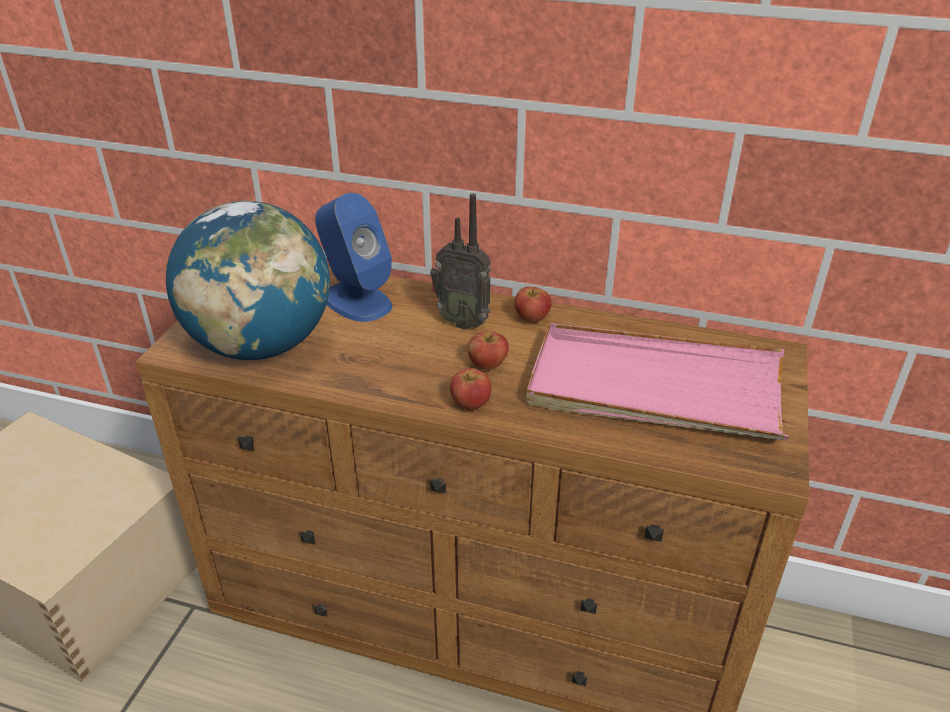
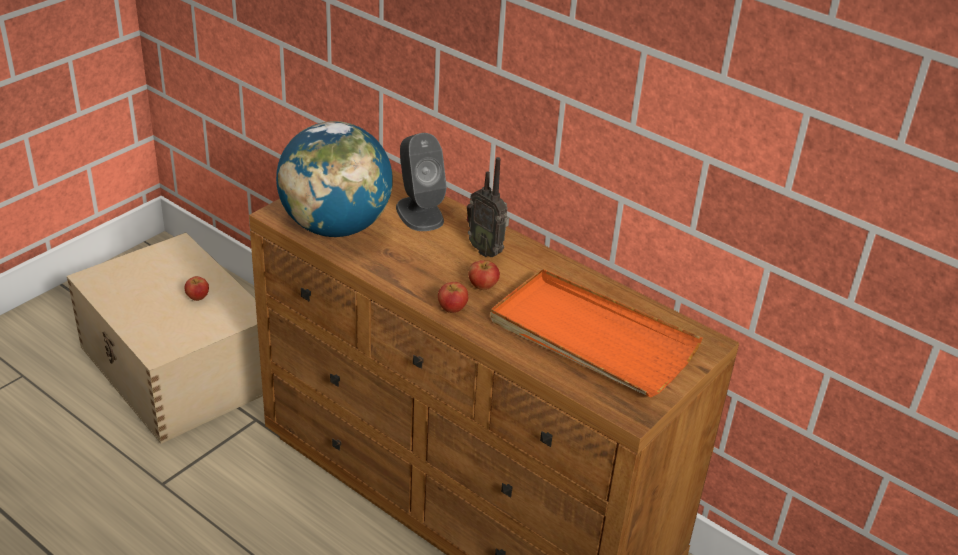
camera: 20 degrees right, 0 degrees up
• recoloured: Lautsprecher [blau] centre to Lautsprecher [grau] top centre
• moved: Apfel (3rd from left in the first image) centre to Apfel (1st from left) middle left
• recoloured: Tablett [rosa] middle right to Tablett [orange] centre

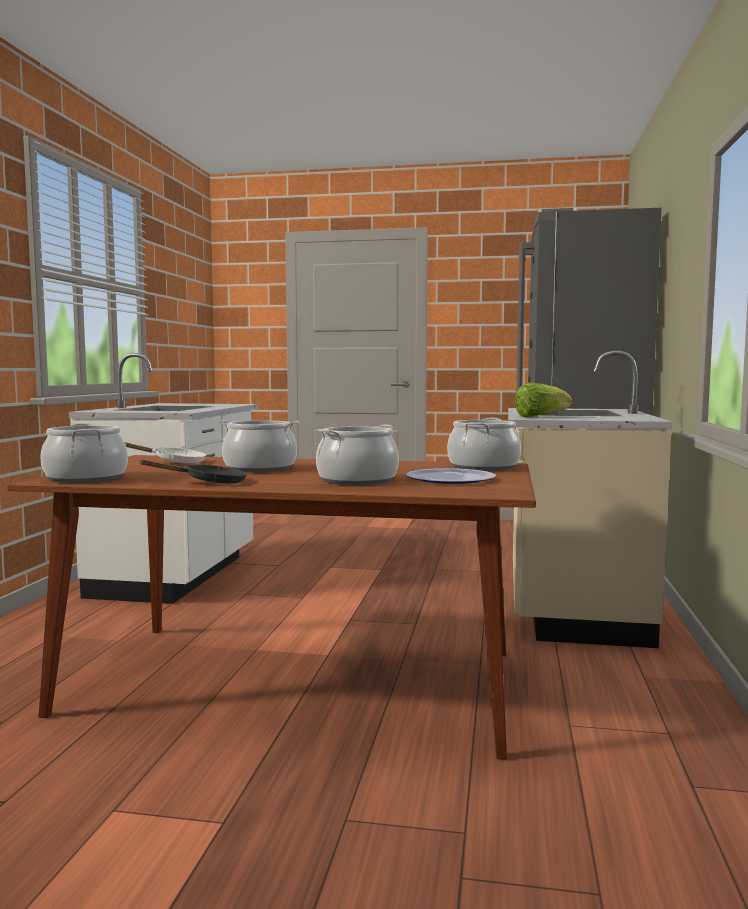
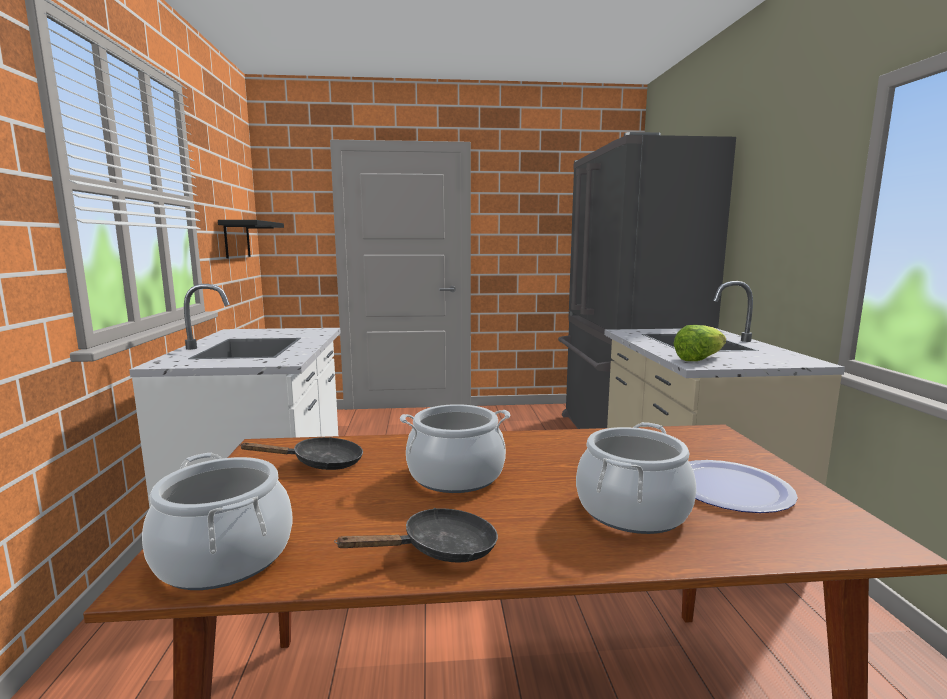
camera: 15 degrees left, 5 degrees up
• removed: Kochtopf (4th from left) centre
• recoloured: Pfanne [weiß] middle left to Pfanne [schwarz] (1st from left) middle left
• added: Wandregal [schwarz] middle left

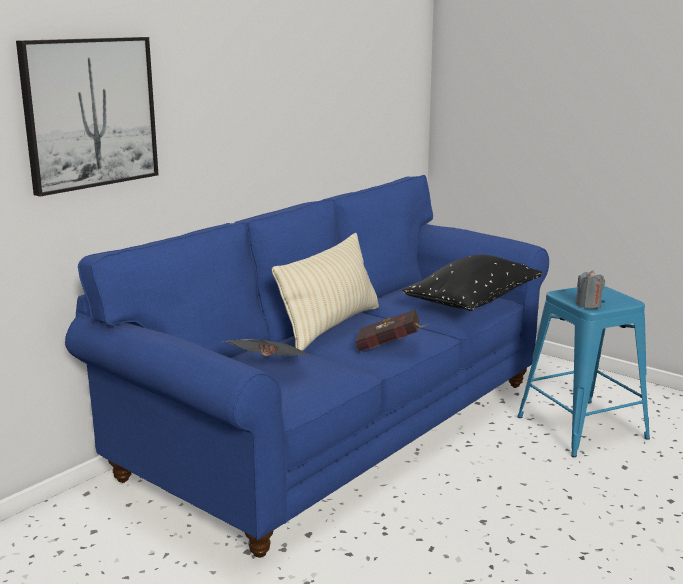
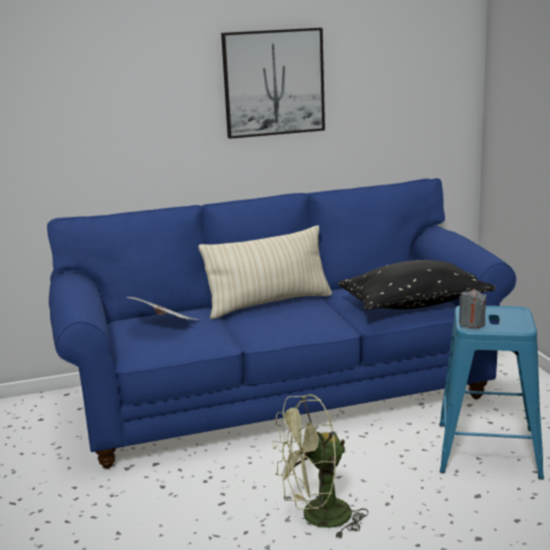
camera: 35 degrees right, 0 degrees up
• moved: Bild top left to top centre
• removed: Buch [rot] centre
• added: Ventilator [grün] bottom centre

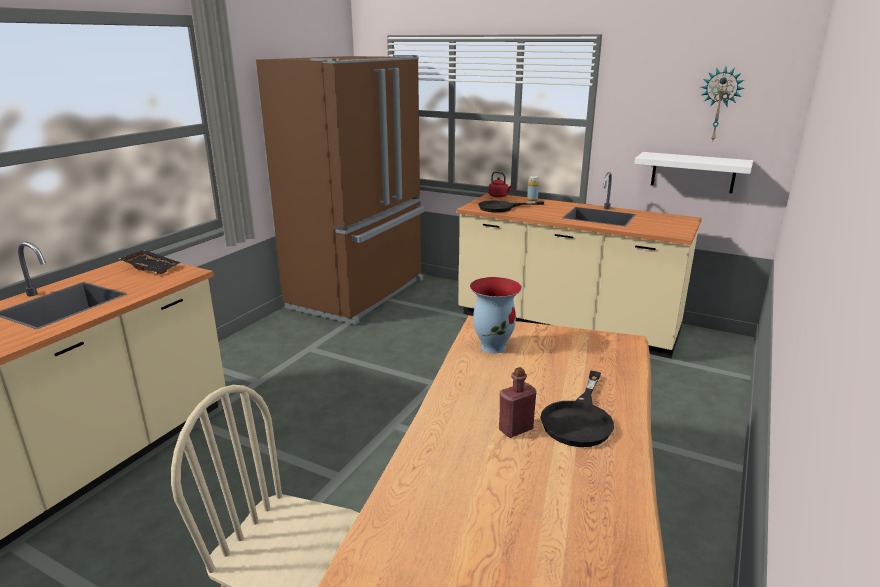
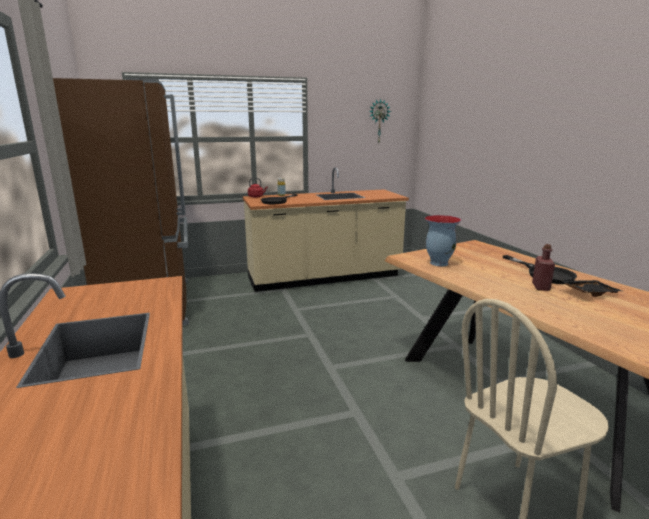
camera: 45 degrees left, 5 degrees down
• removed: Wandregal [weiß] top right
• moved: Tablett [schwarz] middle left to middle right

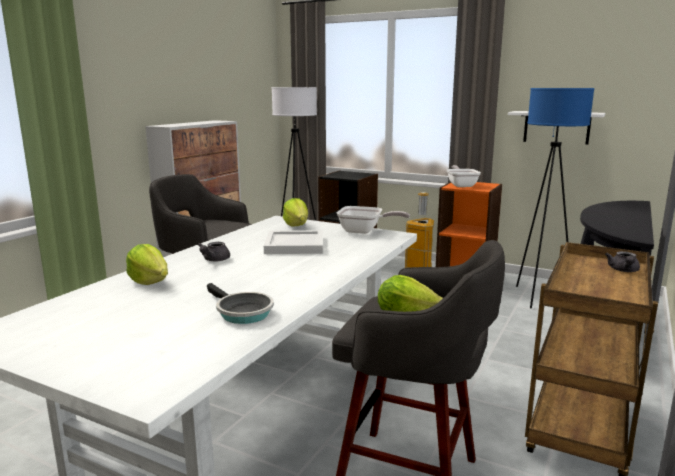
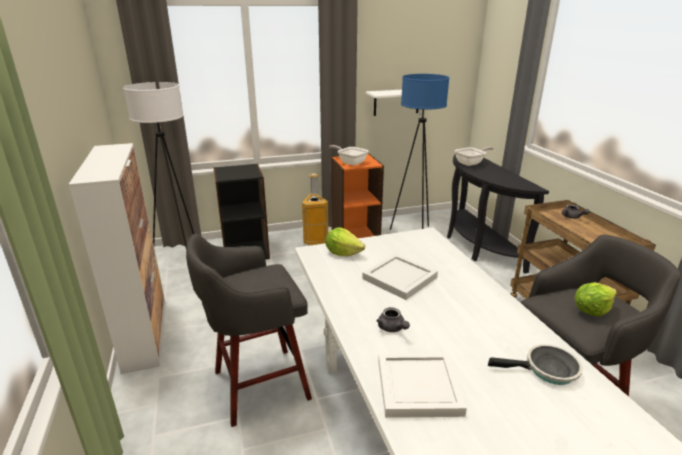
camera: 45 degrees left, 10 degrees up
• moved: Pfanne (2nd from left) centre to middle right
• replaced: Salatkopf (1st from left) middle left to Tablett [weiß] (2nd from left) bottom centre

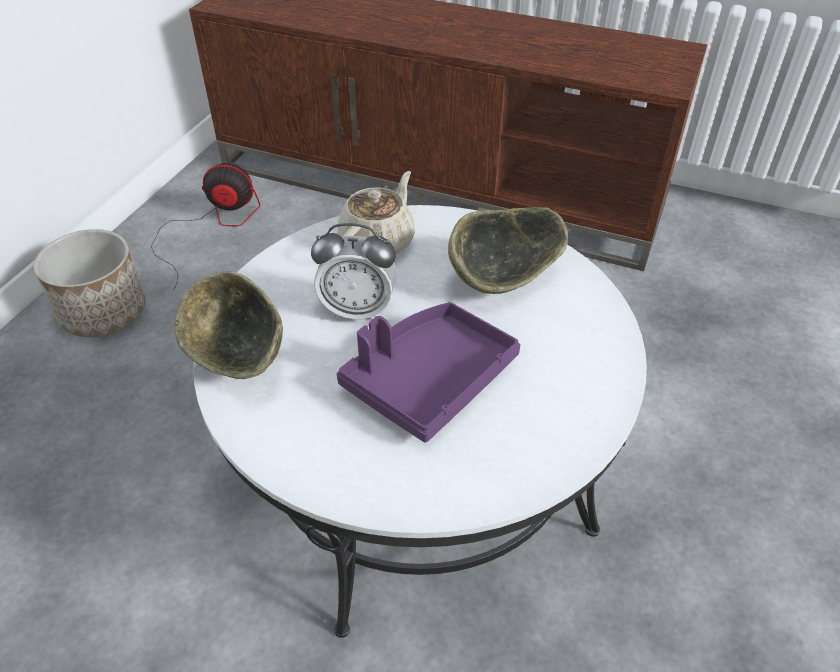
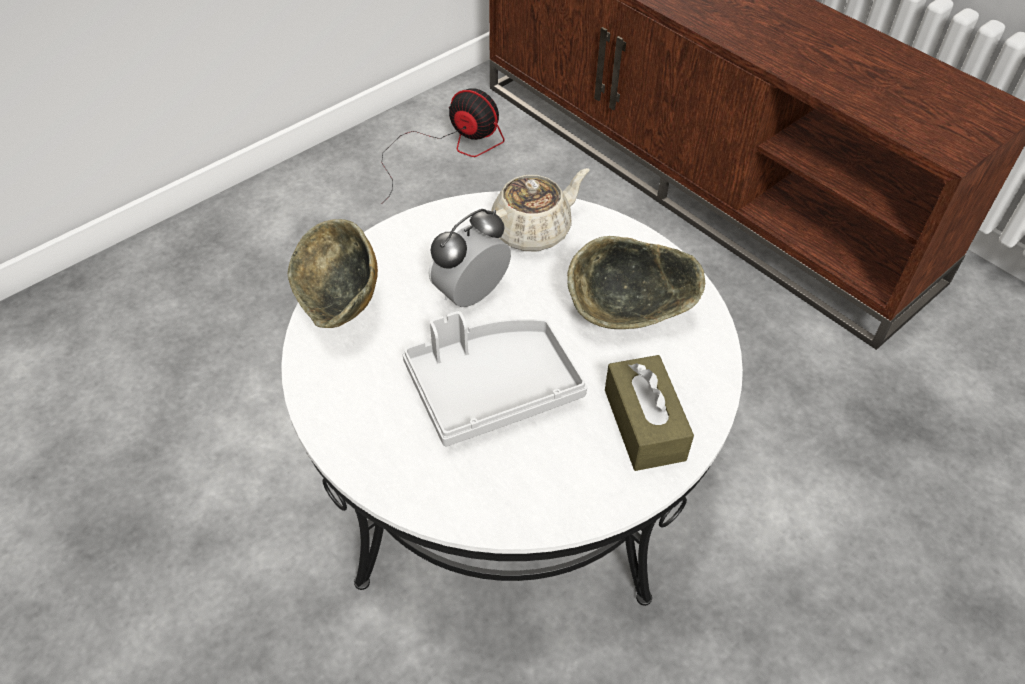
camera: 25 degrees right, 5 degrees up
• turned: Wecker centre = centre 105 degrees clockwise
• removed: Pflanzkübel middle left
• recoloured: Tablett [lila] centre to Tablett [grau] centre
• added: Taschentuchbox [braun] centre

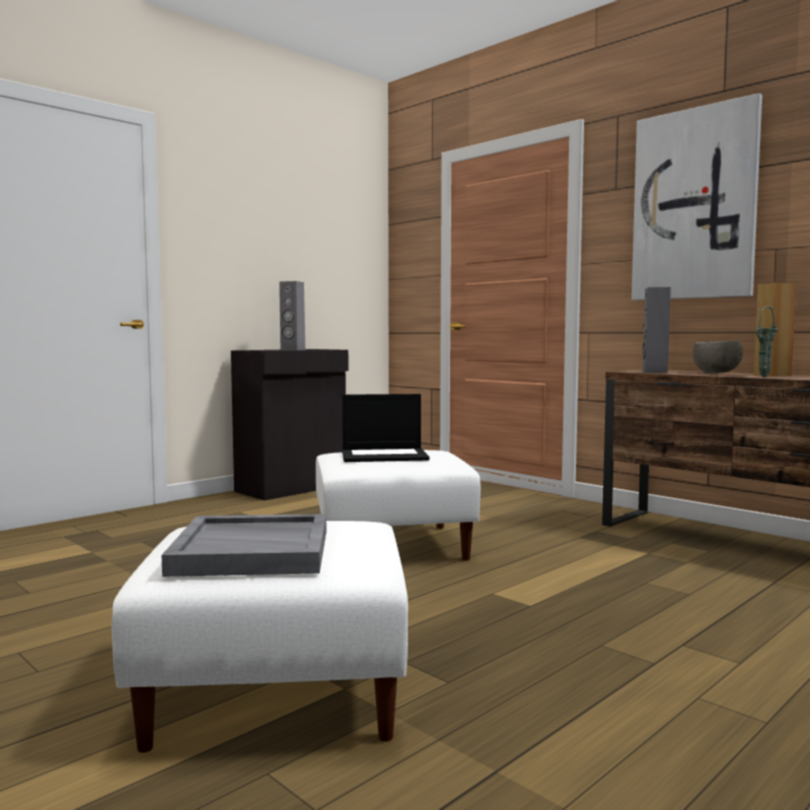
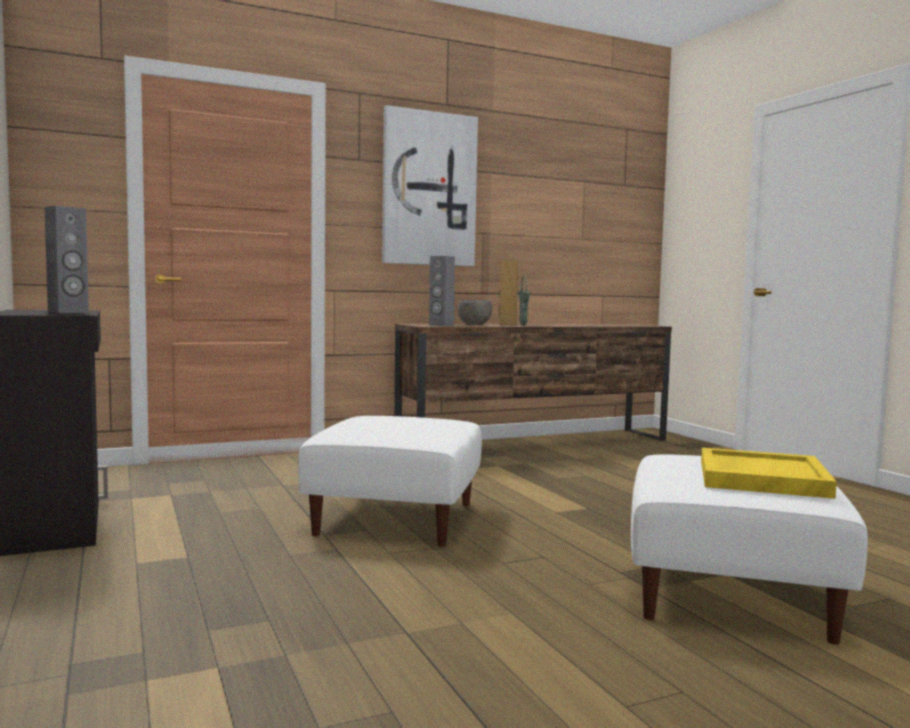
camera: 70 degrees left, 0 degrees up
• removed: Laptop centre
• recoloured: Tablett [grau] bottom left to Tablett [gelb] middle right

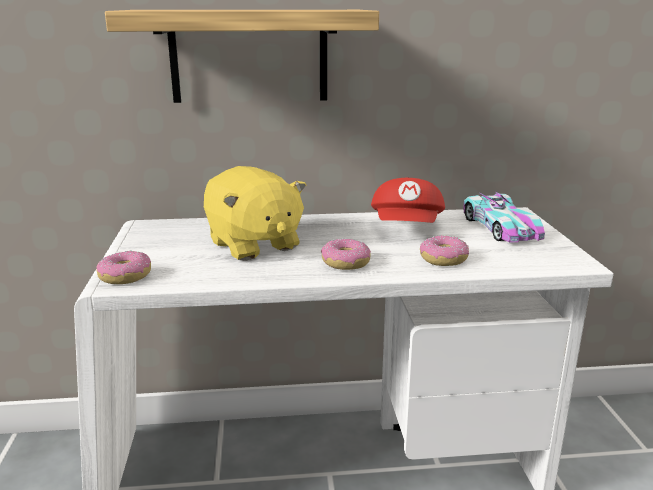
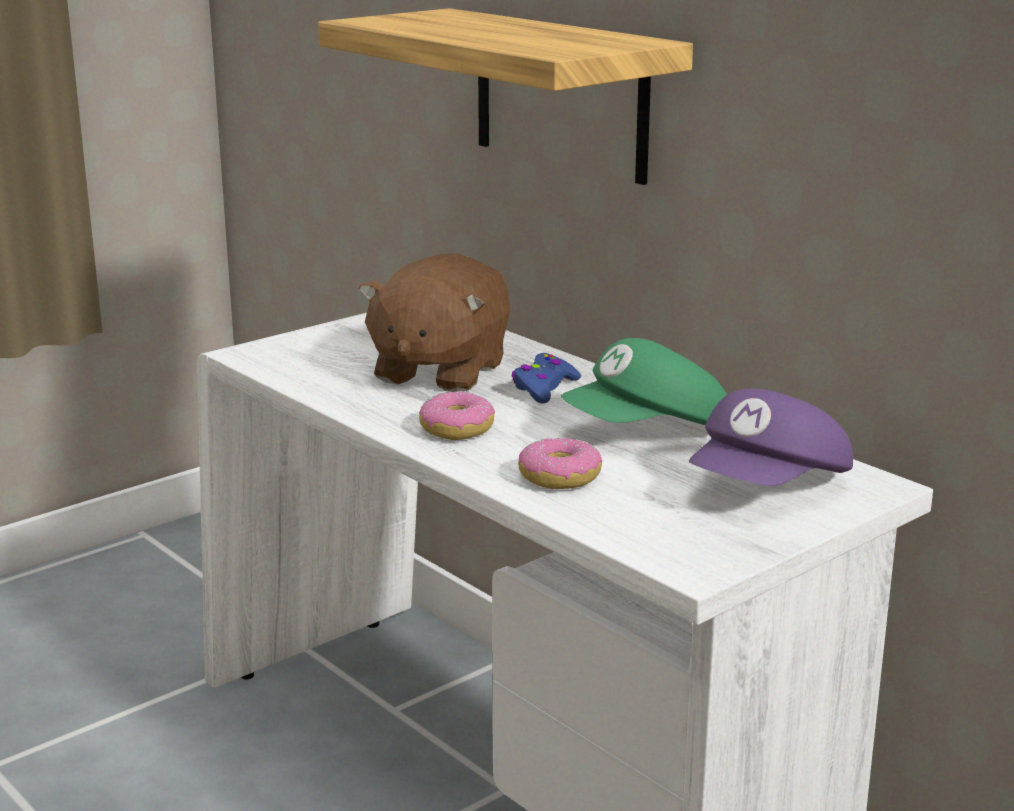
camera: 55 degrees right, 0 degrees up
• recoloured: Plüschtier [gelb] centre to Plüschtier [braun] centre
• recoloured: Kappe [rot] centre to Kappe [grün] centre
• replaced: Spielzeugauto middle right to Kappe [lila] middle right
• removed: Donut (1st from left) middle left
• added: Gamepad [blau] centre

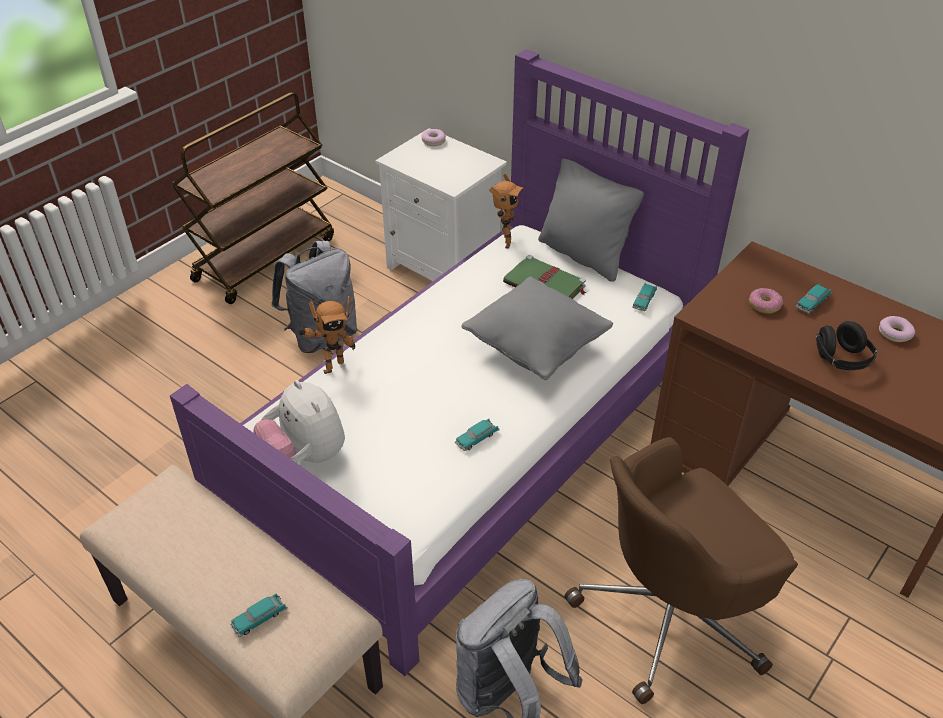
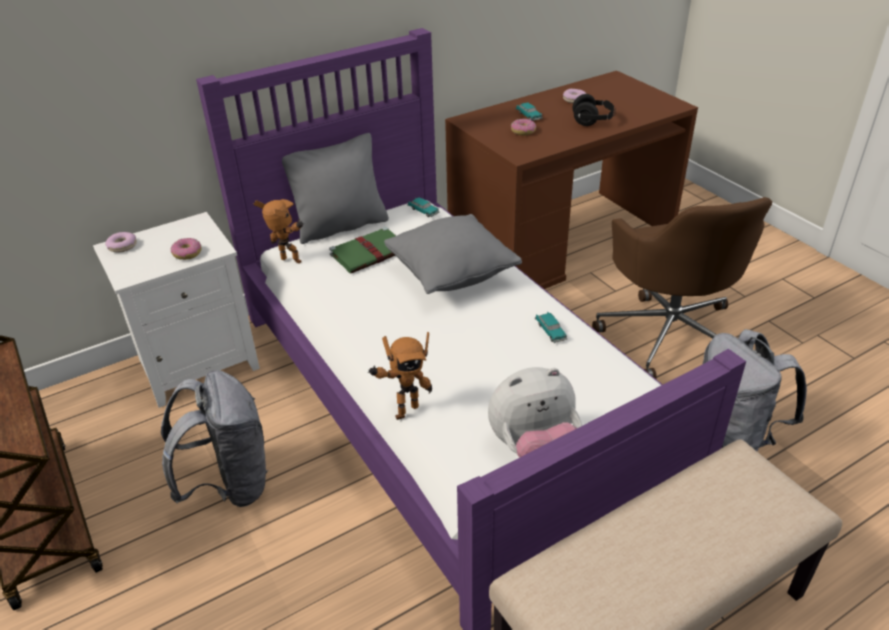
camera: 70 degrees left, 5 degrees down
• turned: Spielzeugroboter (1st from left in the first image) centre = centre 75 degrees clockwise
• removed: Spielzeugauto (1st from left) bottom left
• added: Donut (2nd from left) middle left

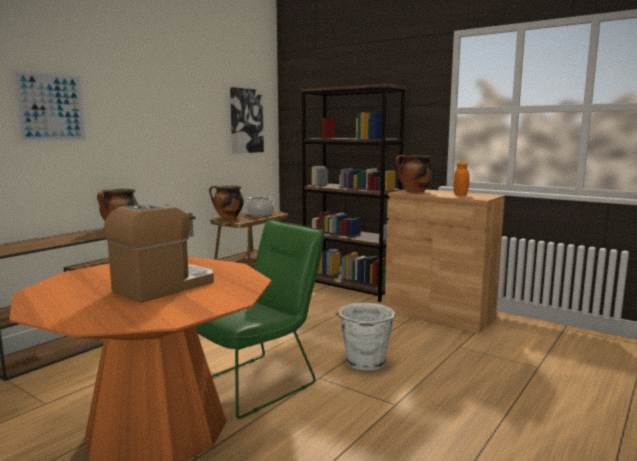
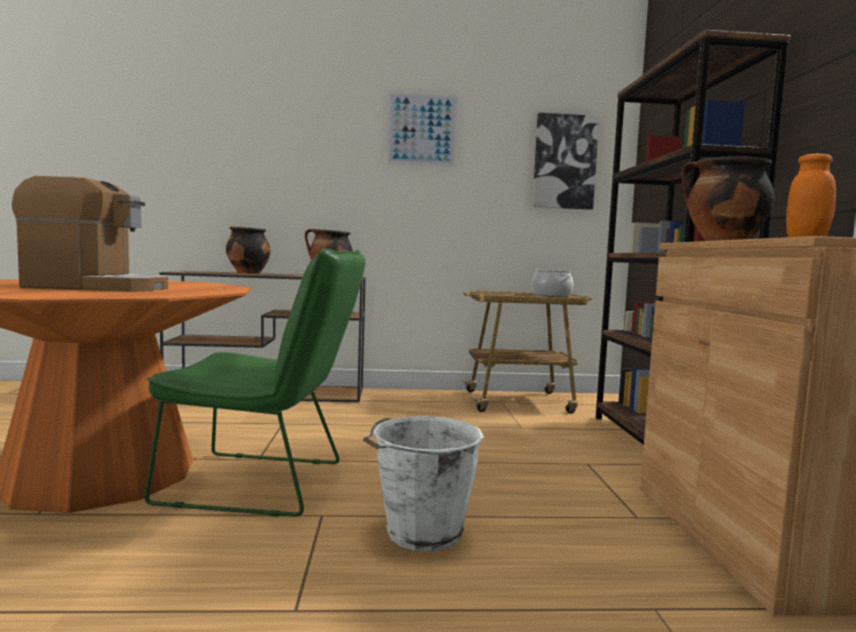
camera: 50 degrees right, 5 degrees down
• moved: Bild (1st from left) top left to top centre
• moved: Kochtopf (2nd from left in the first image) centre to Kochtopf (1st from left) middle left

